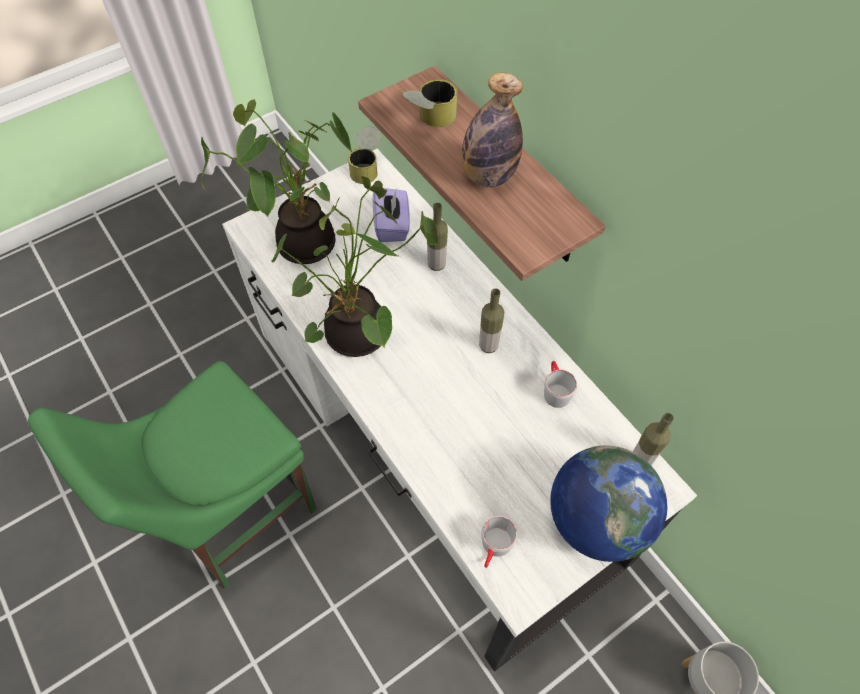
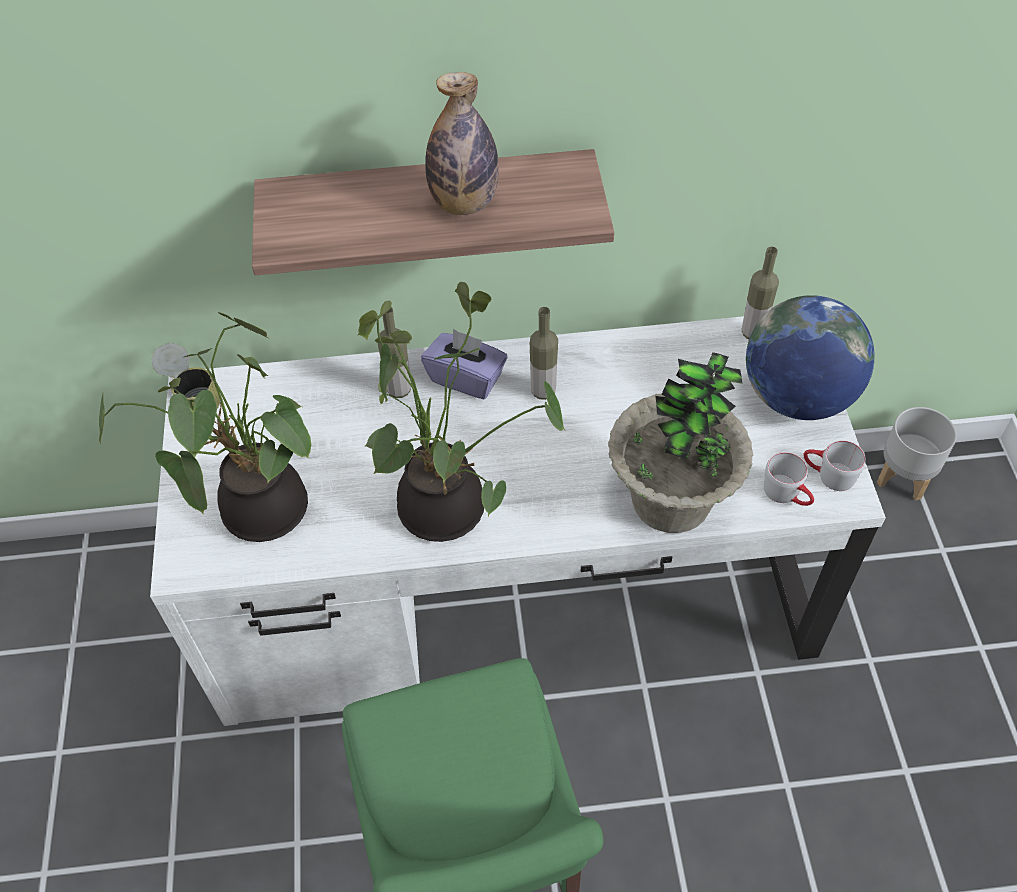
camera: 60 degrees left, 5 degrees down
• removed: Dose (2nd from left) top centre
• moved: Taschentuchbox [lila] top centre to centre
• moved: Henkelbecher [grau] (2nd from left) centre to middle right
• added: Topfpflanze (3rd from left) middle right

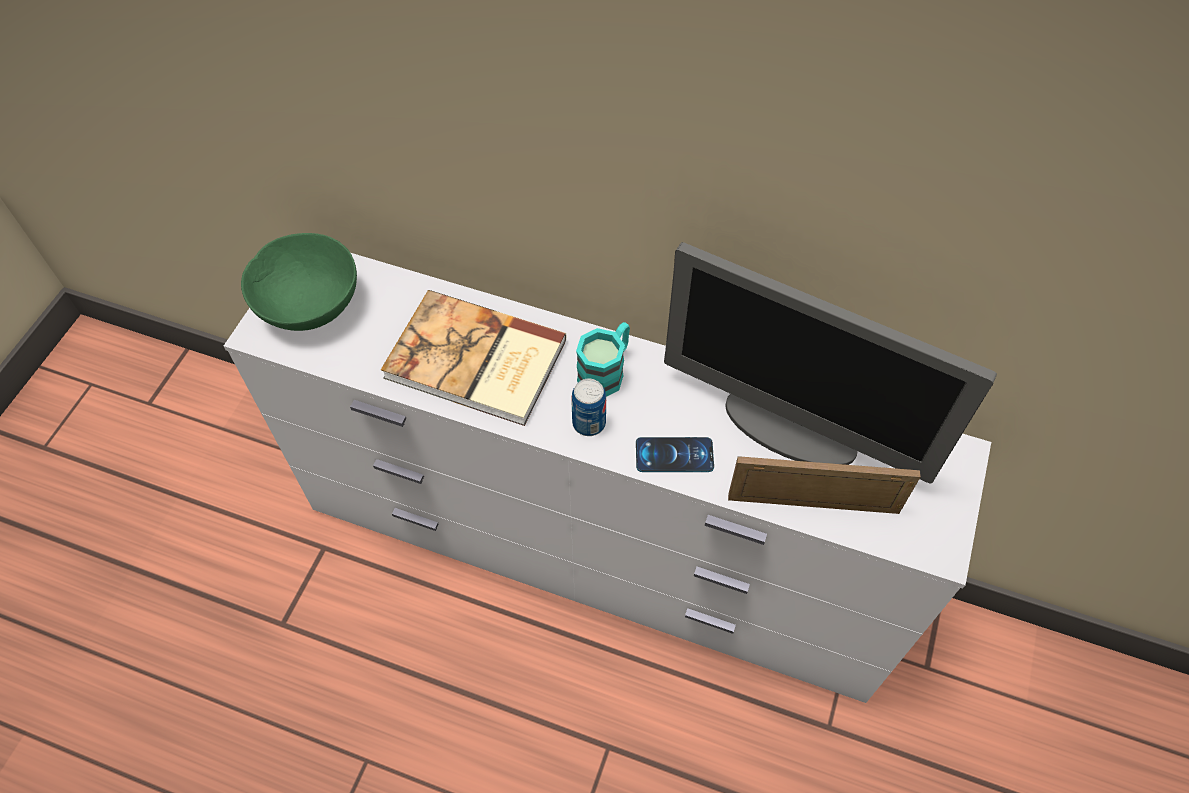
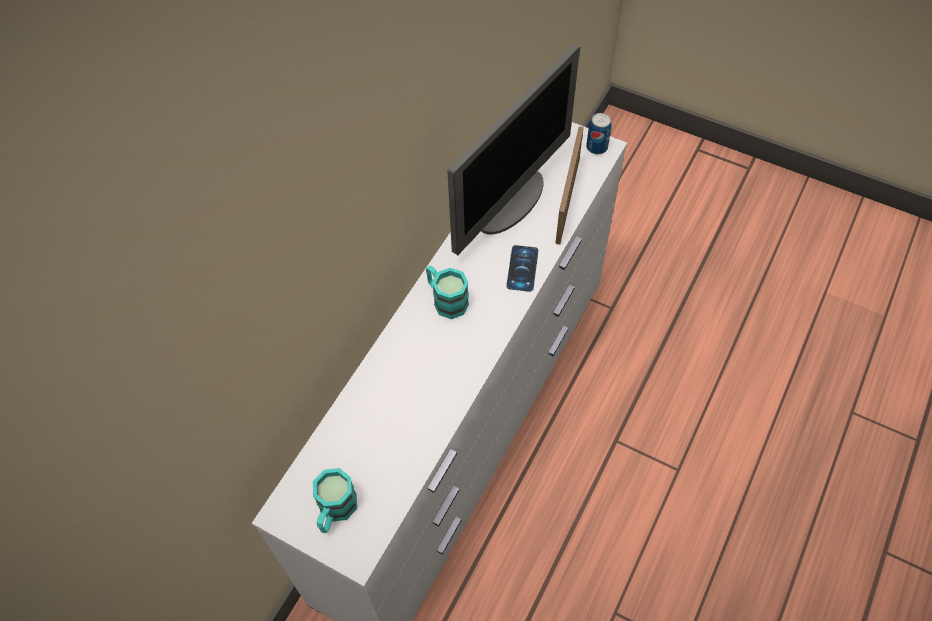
camera: 80 degrees left, 0 degrees up
• replaced: Schüssel [grün] middle left to Henkelbecher [türkis] (1st from left) bottom centre
• removed: Buch centre
• moved: Dose centre to top centre

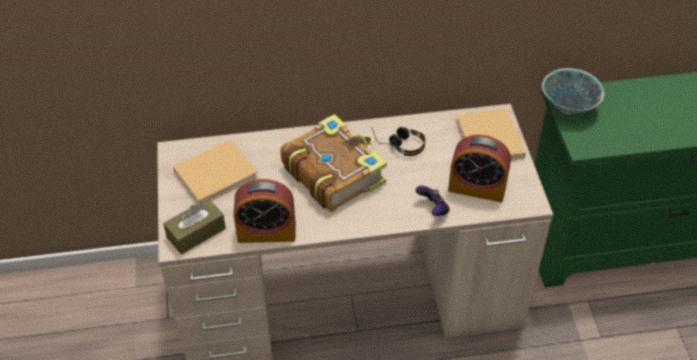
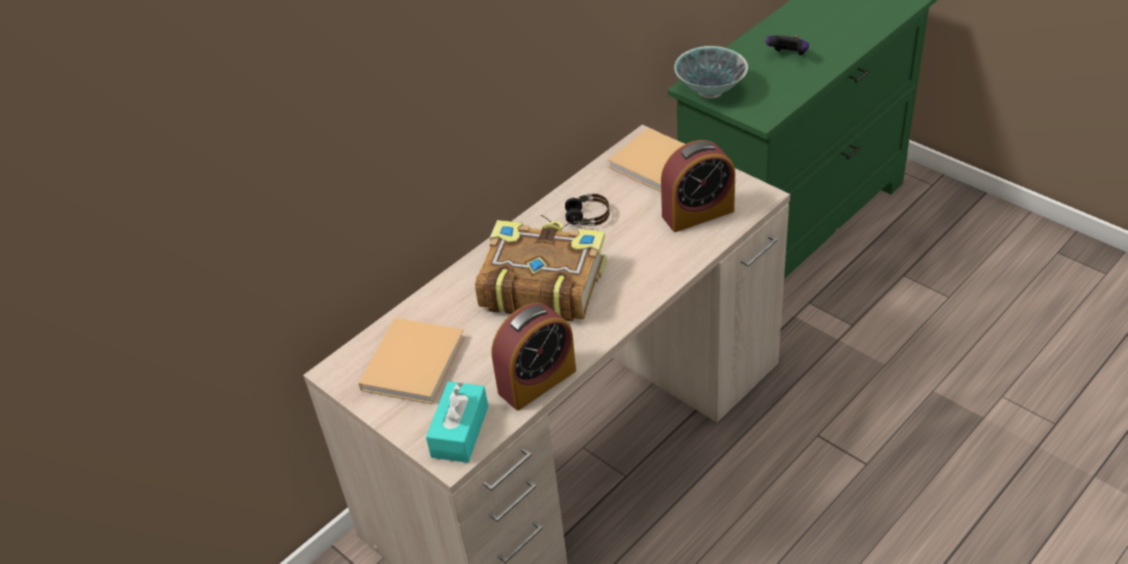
camera: 35 degrees left, 5 degrees down
• moved: Gamepad centre to top right
• recoloured: Taschentuchbox [braun] middle left to Taschentuchbox [türkis] bottom centre

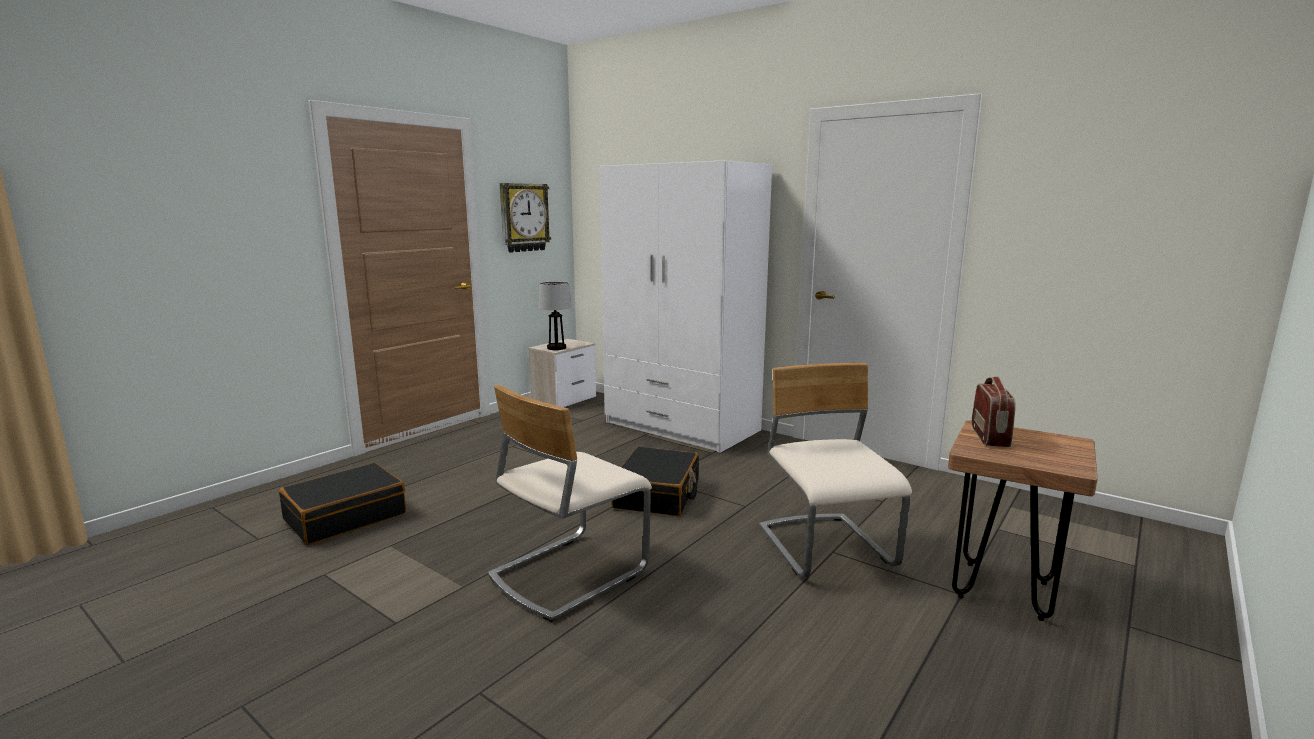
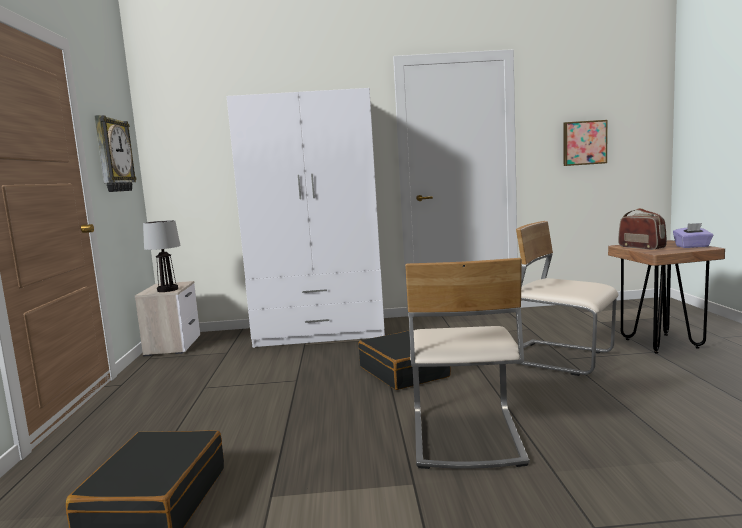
camera: 40 degrees left, 5 degrees down
• added: Bild top right
• added: Taschentuchbox [lila] middle right

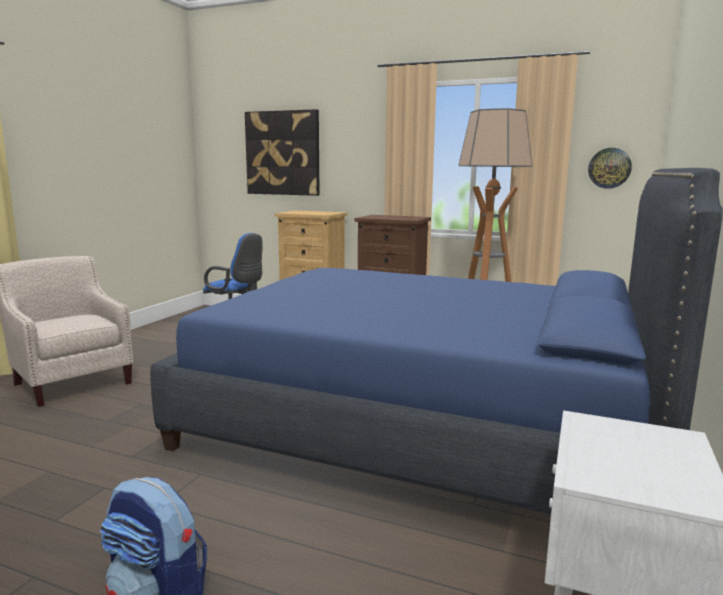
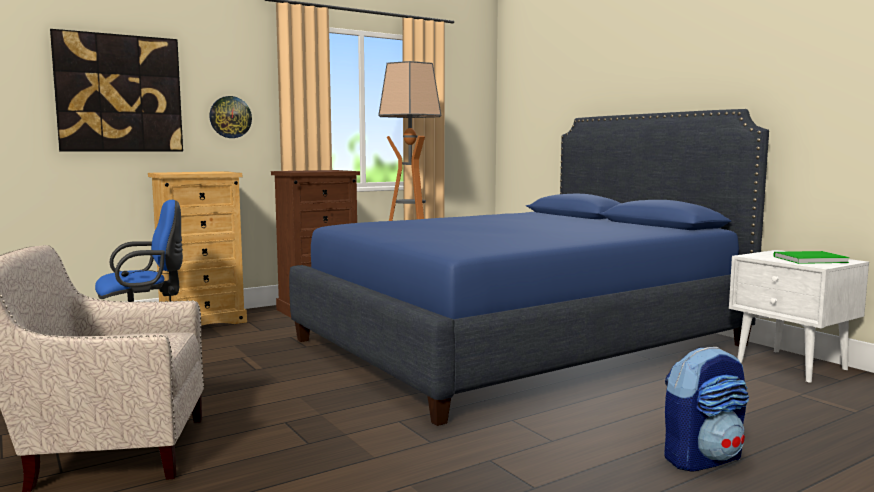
camera: 55 degrees left, 5 degrees down
• moved: Wanduhr top right to top left
• added: Buch [grün] middle right

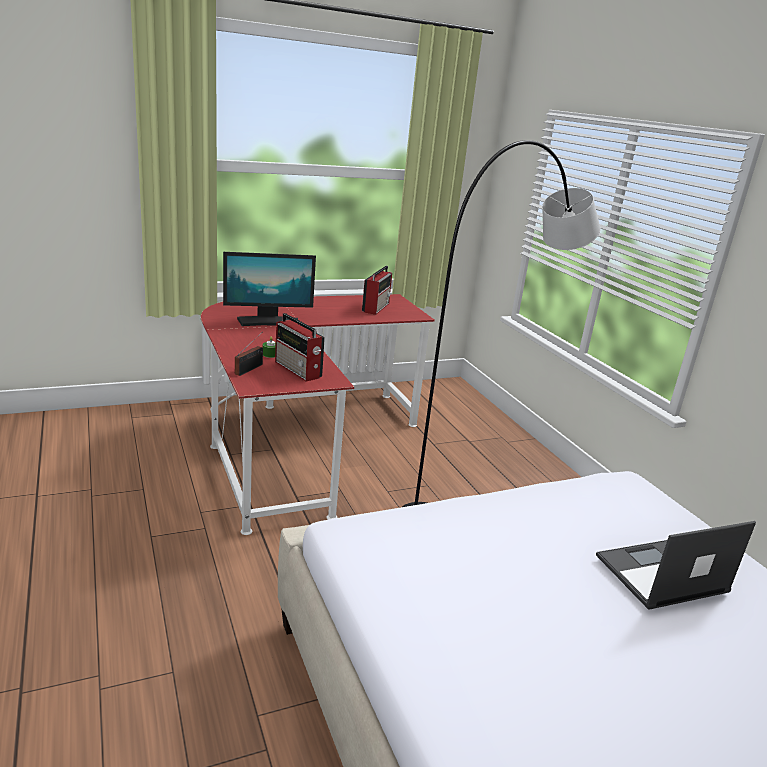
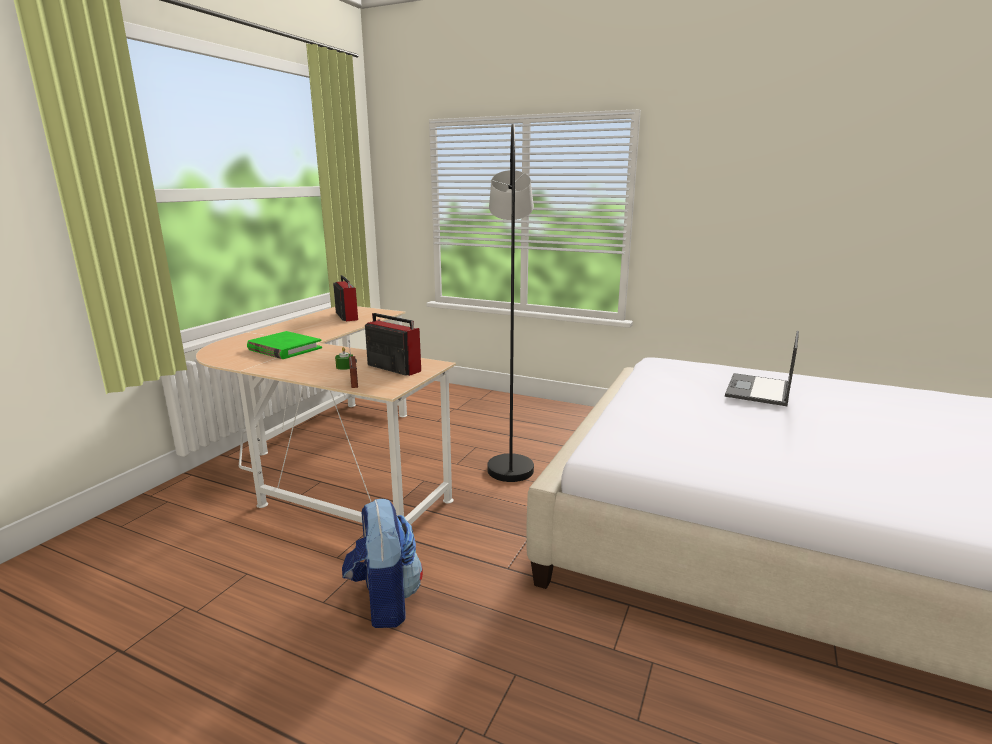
camera: 40 degrees left, 5 degrees down
• replaced: Monitor centre to Buch [grün] middle left
• recoloured: Schreibtisch [rot] centre to Schreibtisch [beige] middle left
• turned: Radio (2nd from left in the first image) centre = centre 150 degrees counterclockwise
• added: Rucksack bottom centre

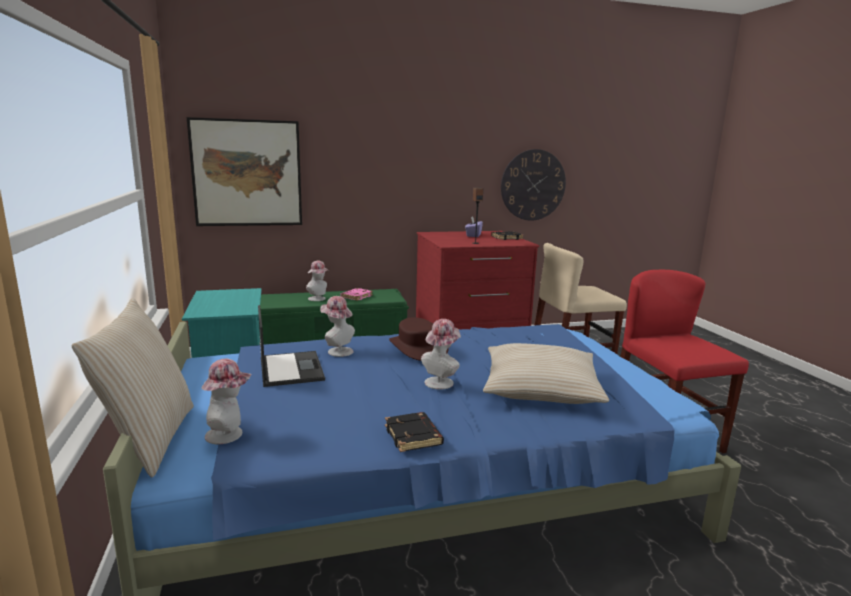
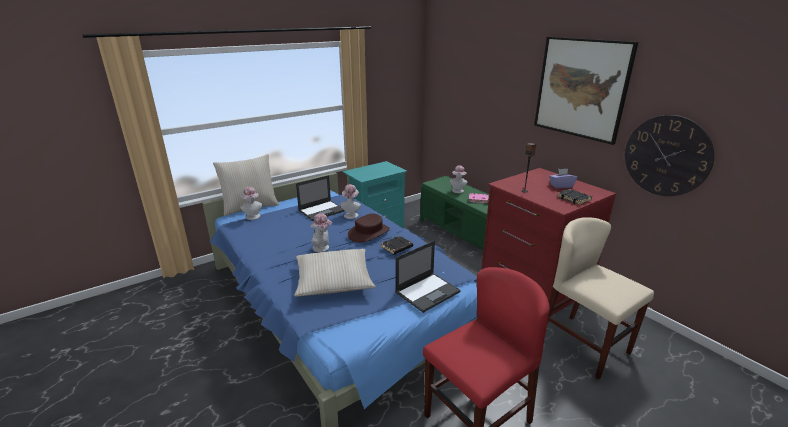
camera: 70 degrees right, 10 degrees up
• moved: Bild top left to top right
• moved: Buch [schwarz] (1st from left) bottom centre to centre
• added: Laptop (2nd from left) centre

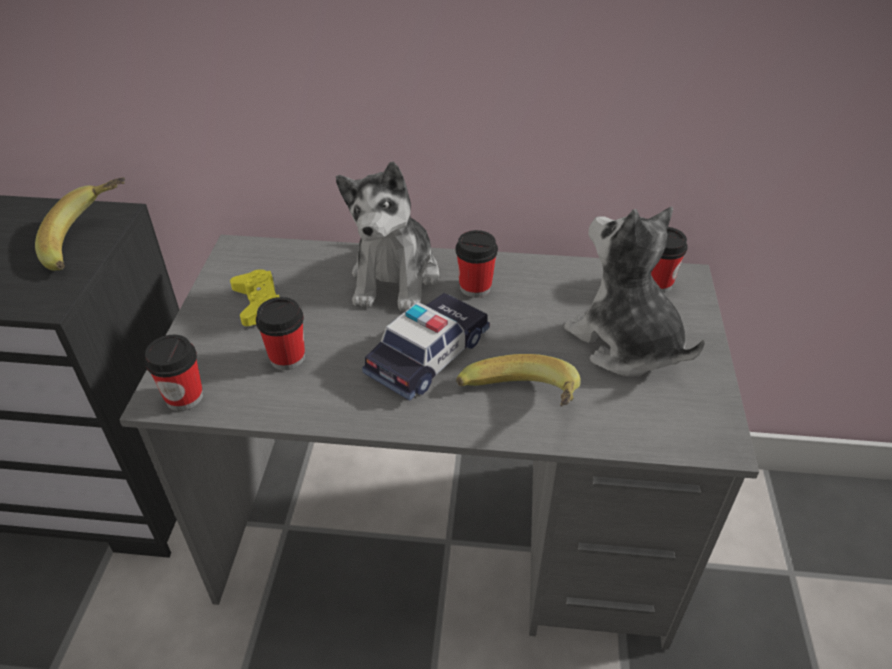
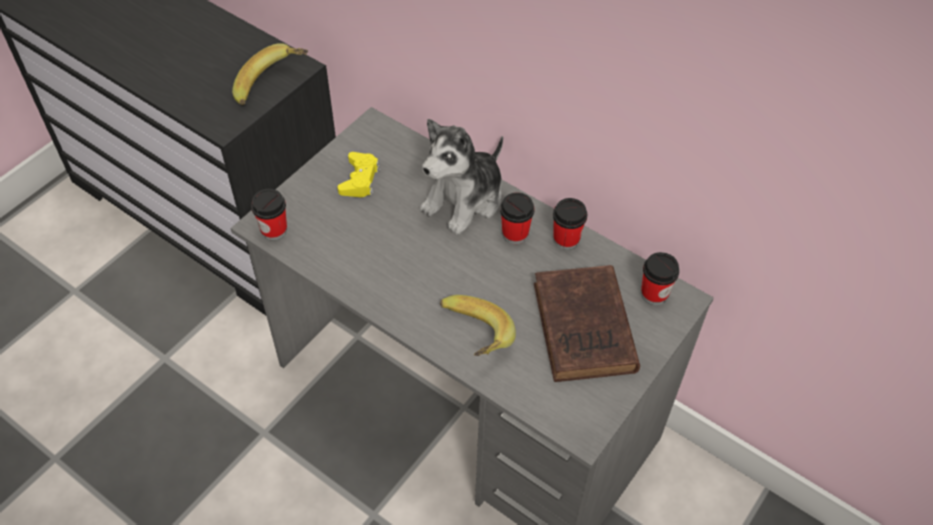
camera: 30 degrees right, 10 degrees up
• replaced: Plüschtier (2nd from left) middle right to Buch [braun] centre
• removed: Spielzeugauto centre
• moved: Tasse (2nd from left in the first image) middle left to Tasse (3rd from left) centre

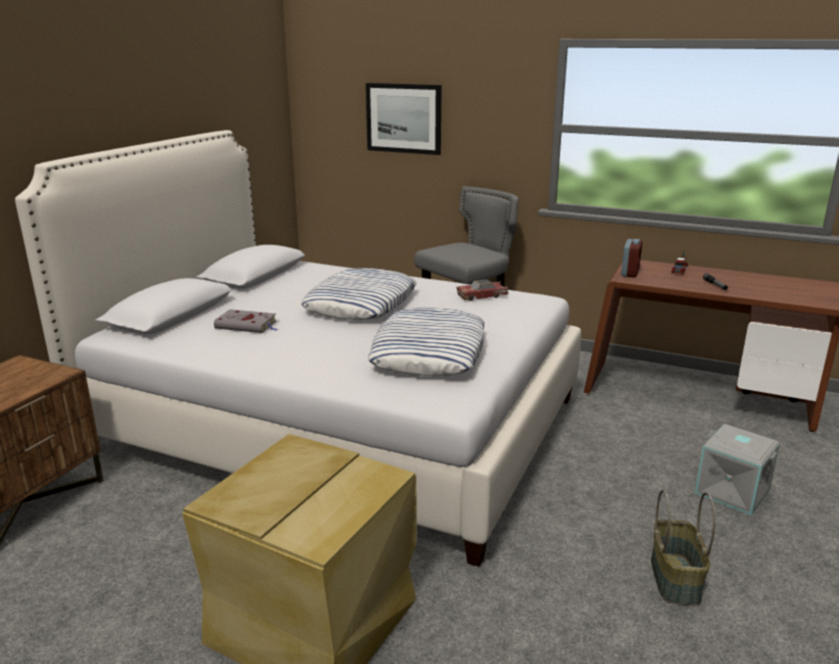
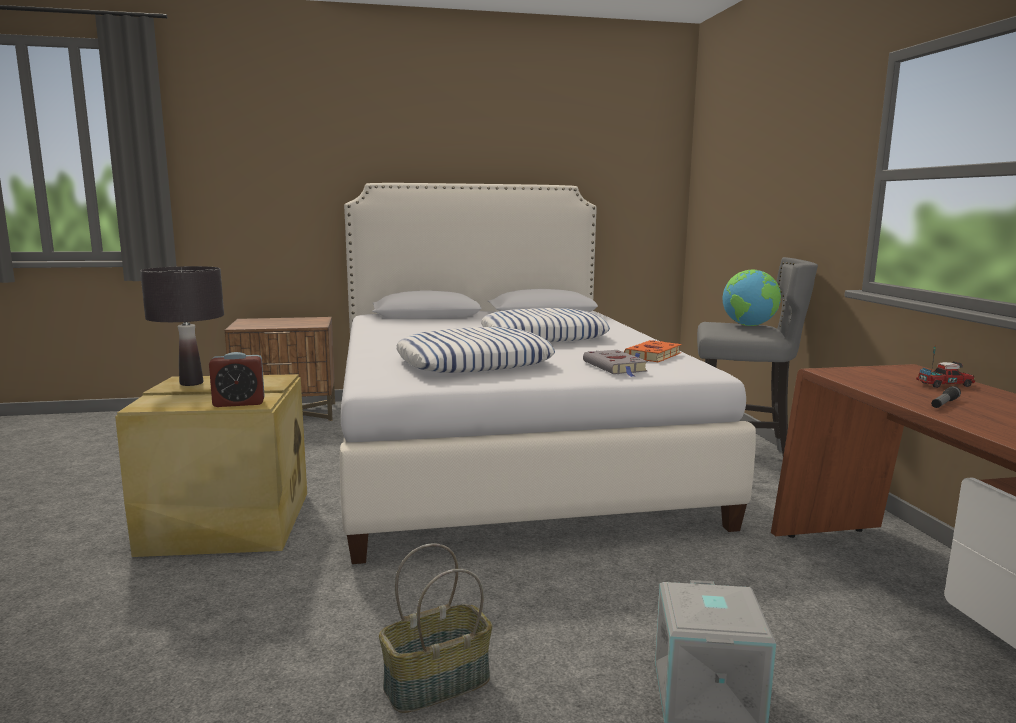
camera: 55 degrees right, 10 degrees down
• removed: Bild top centre
• moved: Wecker middle right to middle left
• replaced: Spielzeugauto centre to Buch [orange] centre
• moved: Buch [grau] middle left to centre
• added: Tischlampe [schwarz] middle left
• added: Globus middle right

